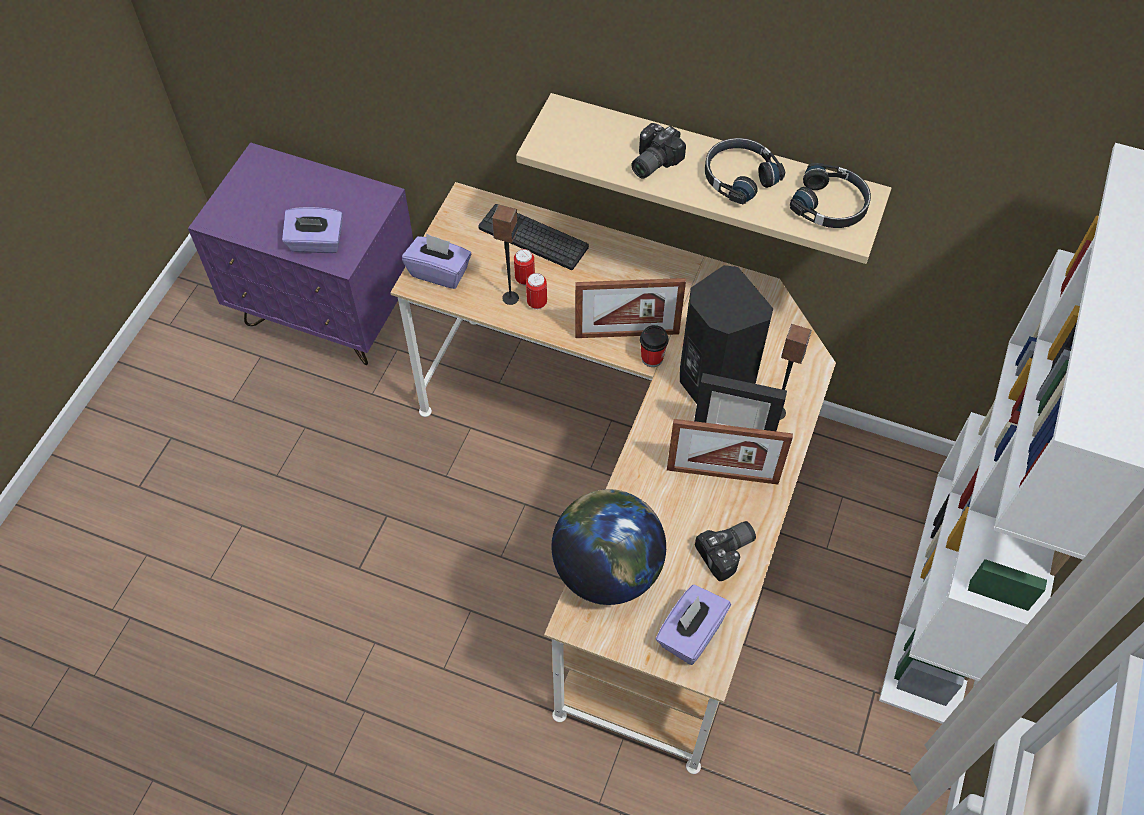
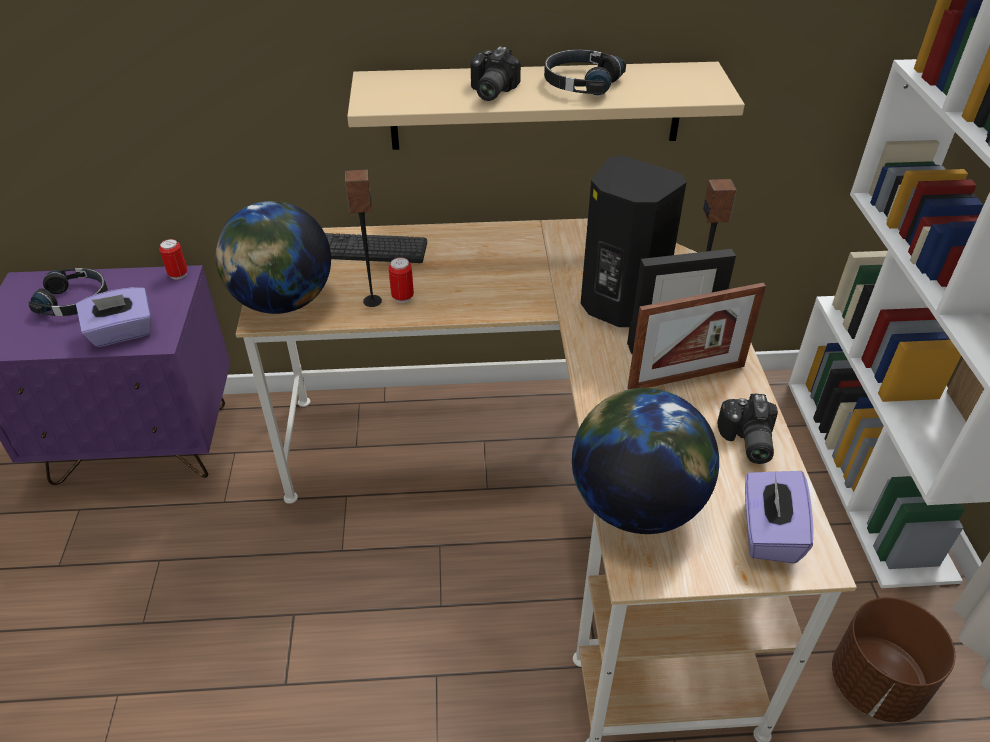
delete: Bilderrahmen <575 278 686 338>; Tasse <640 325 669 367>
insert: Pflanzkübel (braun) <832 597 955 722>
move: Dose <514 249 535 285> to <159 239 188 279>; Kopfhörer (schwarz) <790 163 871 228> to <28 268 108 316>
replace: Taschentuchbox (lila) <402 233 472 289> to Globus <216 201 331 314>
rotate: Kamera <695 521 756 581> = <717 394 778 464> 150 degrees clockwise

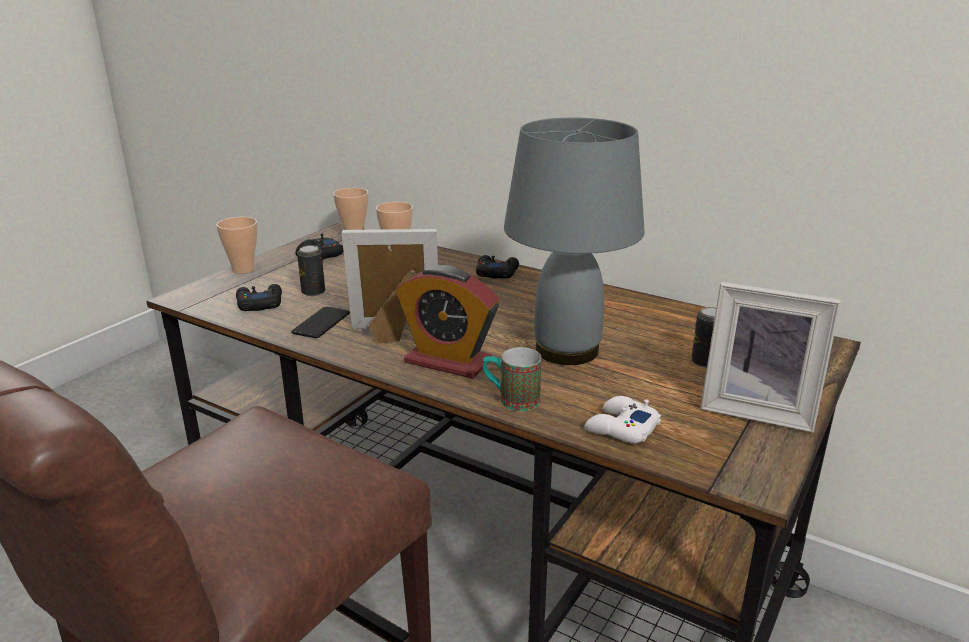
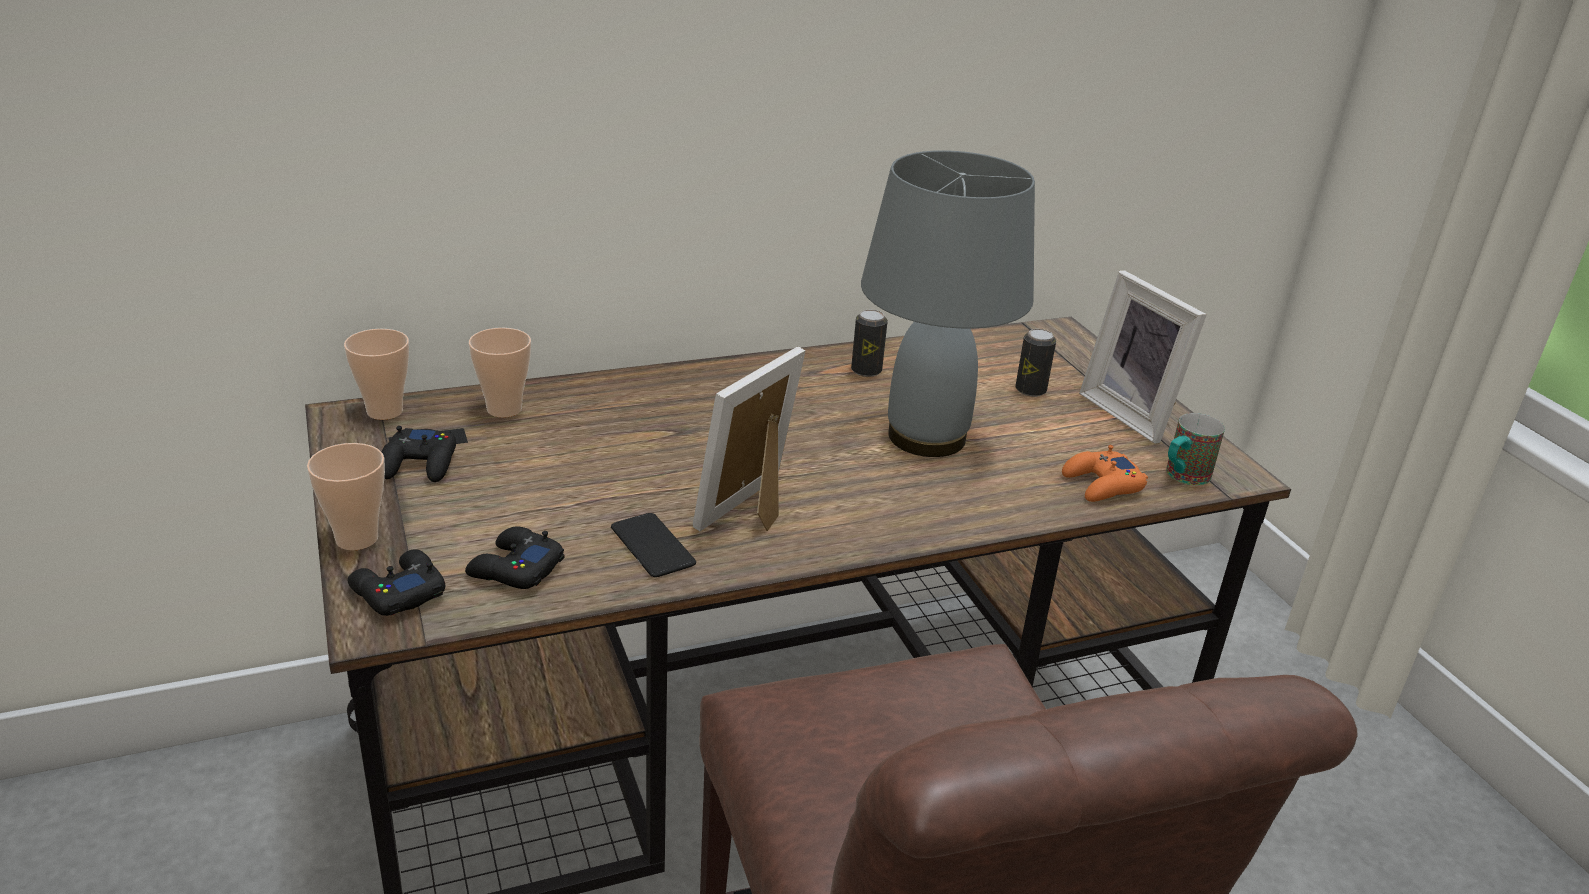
delete: Wecker <396 265 499 379>
move: Dose <297 245 325 296> to <851 310 888 377>; Gamepad (schwarz) <476 255 519 279> to <348 549 445 616>; Henkelbecher <483 347 541 411> to <1166 413 1225 485>
recolor: Gamepad (weiß) <584 396 661 443> to Gamepad (orange) <1062 445 1148 502>
rotate: Bilderrahmen <700 282 841 433> = <1079 270 1207 444> 90 degrees clockwise

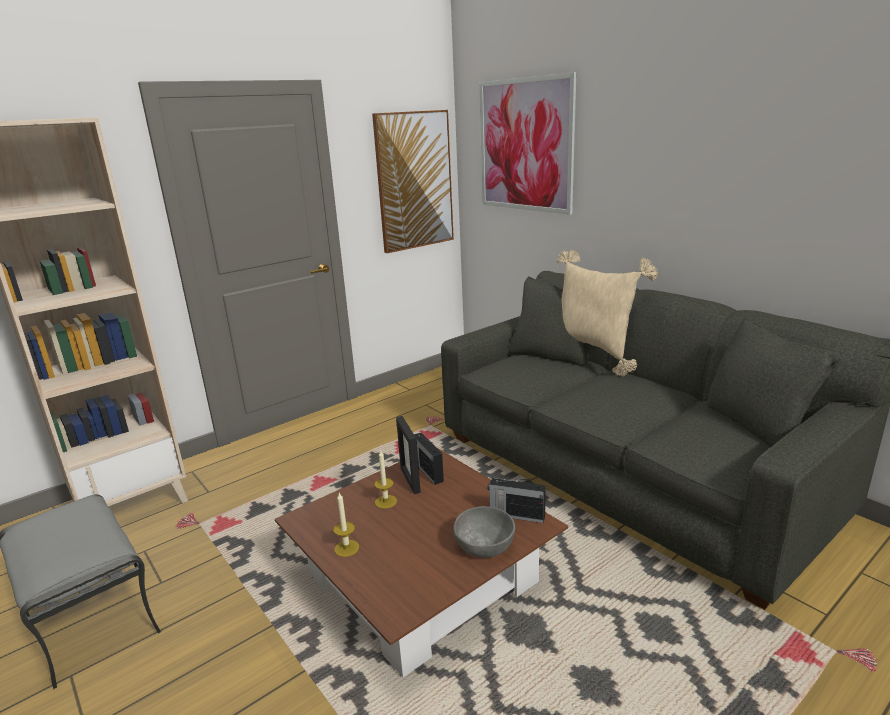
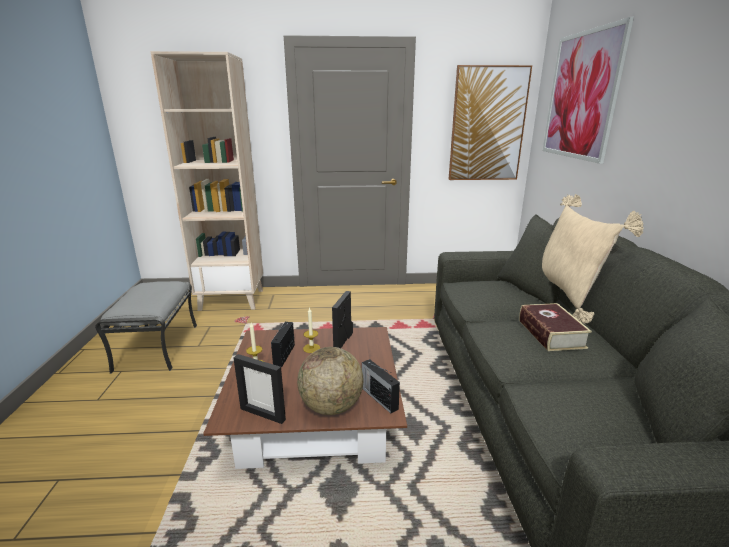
insert: Bilderrahmen <233 354 286 424>; Buch <519 303 592 351>
move: Radio <414 433 444 485> to <271 322 295 368>
replace: Schüssel (grau) <453 506 515 558> to Globus <297 347 363 415>

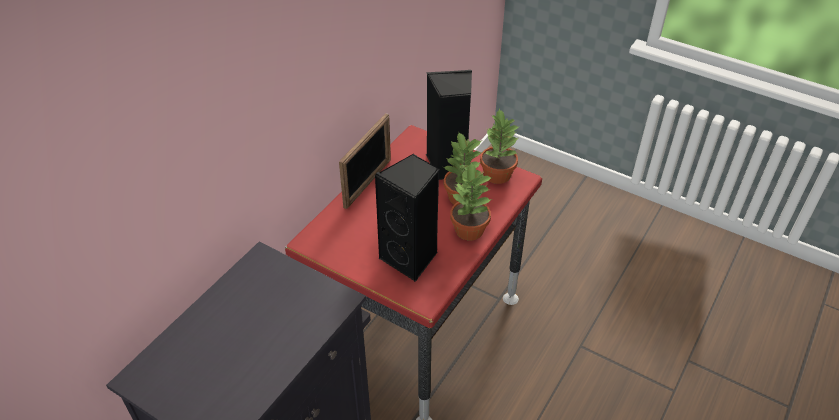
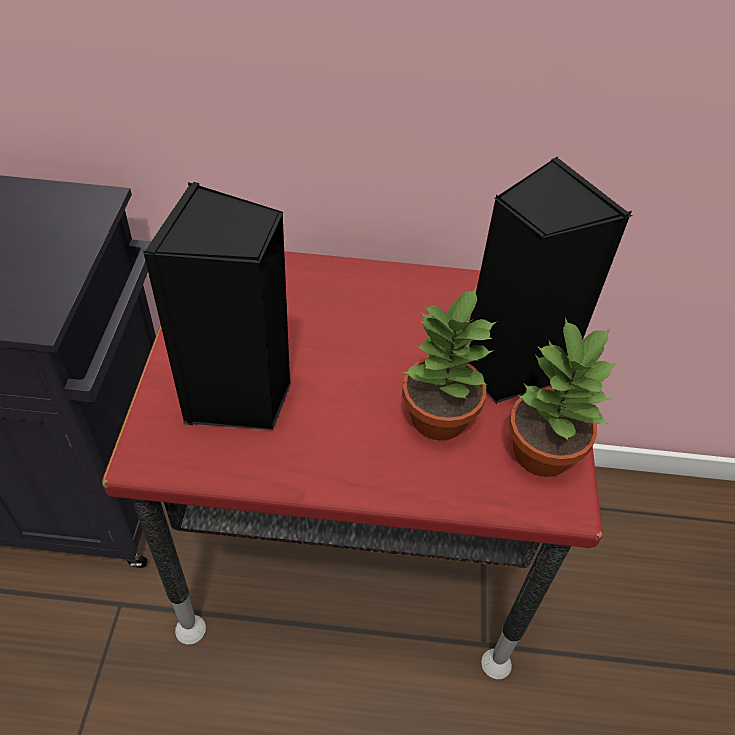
delete: Bilderrahmen <339 113 391 209>; Topfpflanze <450 162 493 241>

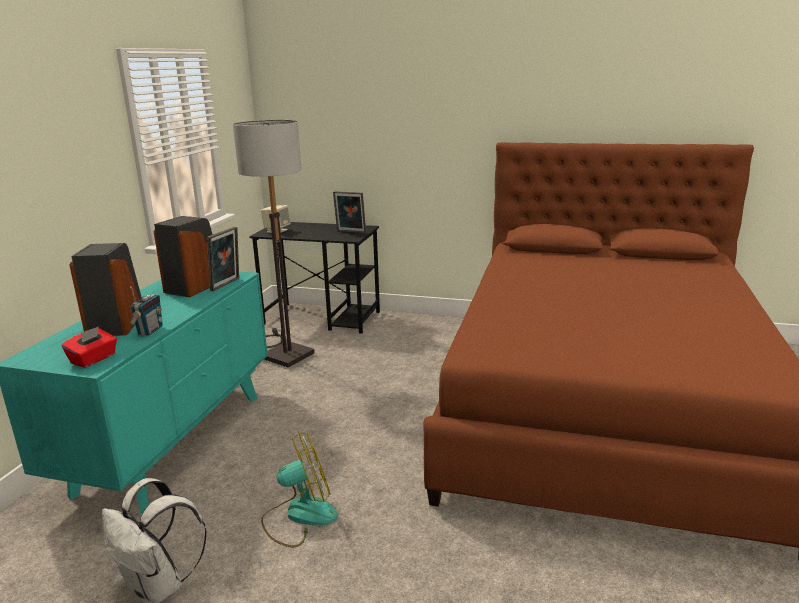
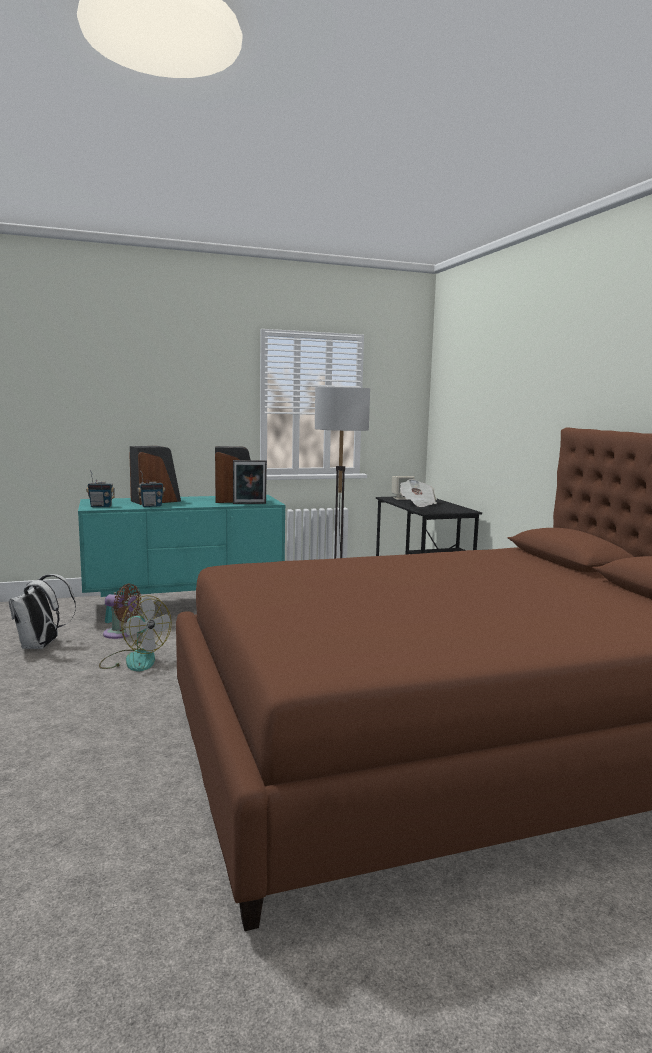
delete: Bilderrahmen <333 191 366 233>
insert: Ventilator (braun) <103 583 141 639>; Zeitung <400 479 437 507>
replace: Taschentuchbox (rot) <62 326 117 368> to Radio <86 470 115 507>

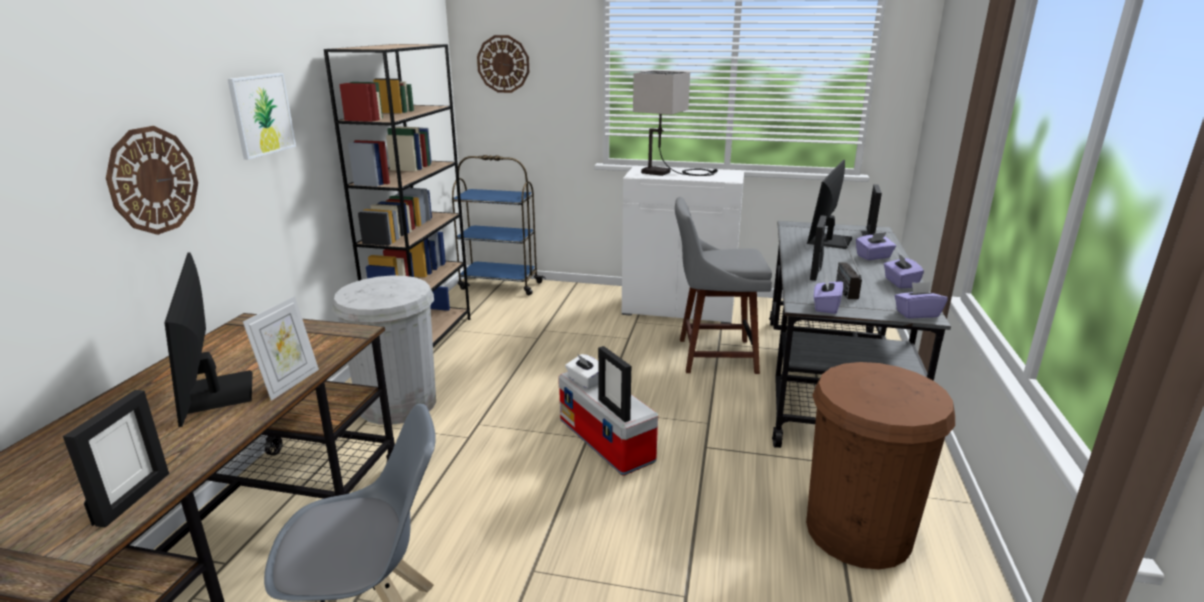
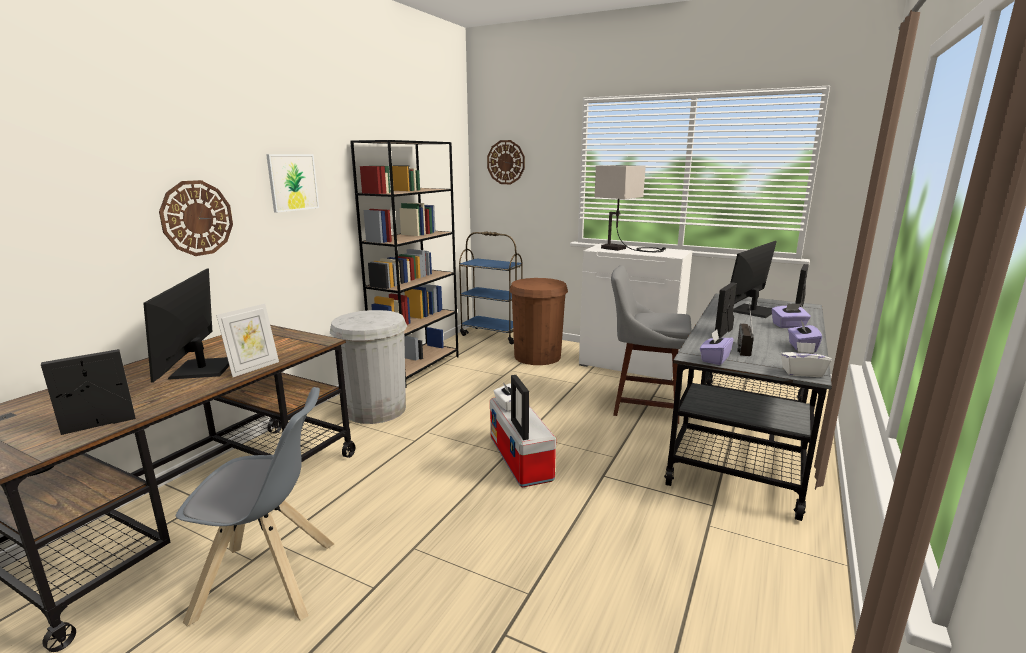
move: Mülleimer (braun) <806 362 955 569> to <509 278 568 365>
recolor: Taschentuchbox (lila) <895 282 948 318> to Taschentuchbox (weiß) <781 342 832 377>
rotate: Bilderrahmen <63 390 169 527> = <41 349 136 435> 150 degrees counterclockwise

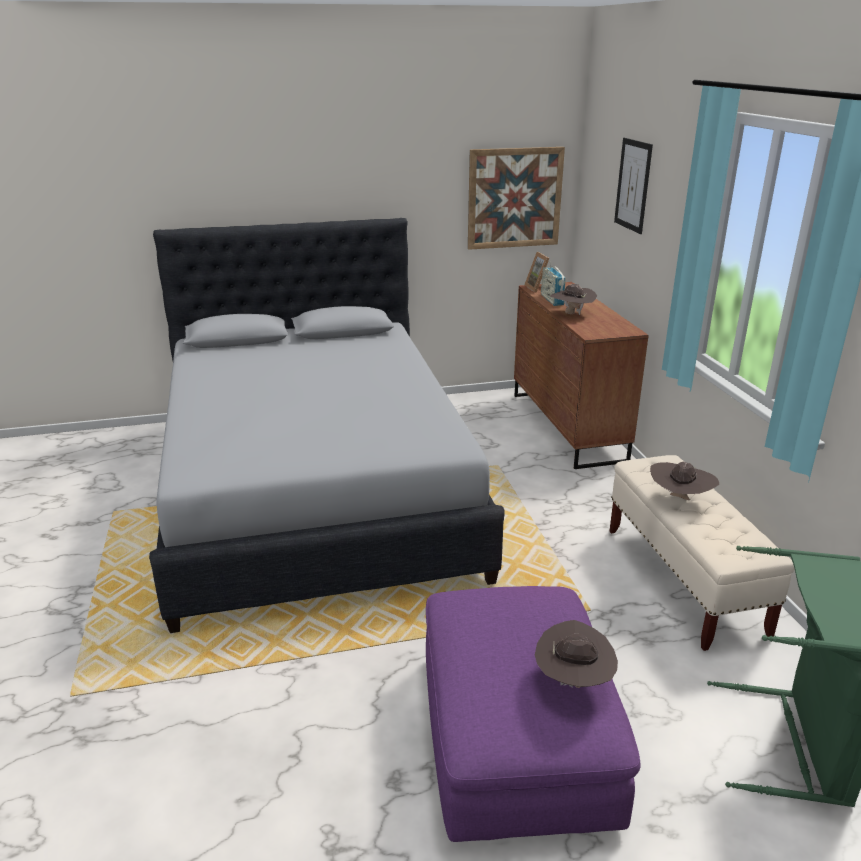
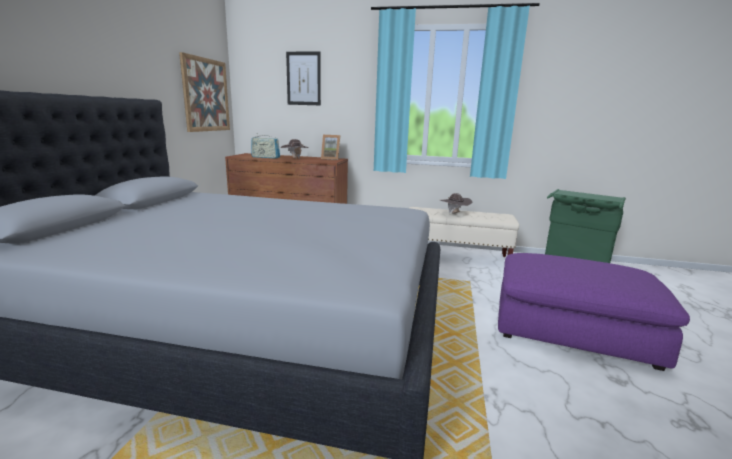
delete: Hut (braun) <535 620 618 688>
move: Bilderrahmen <524 252 549 293> to <321 135 340 160>

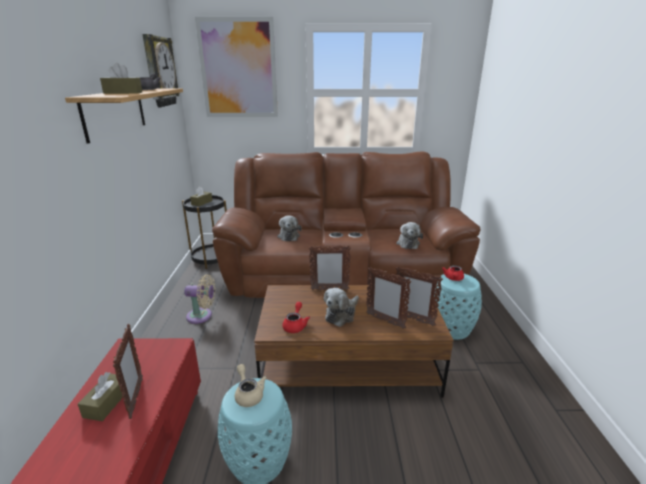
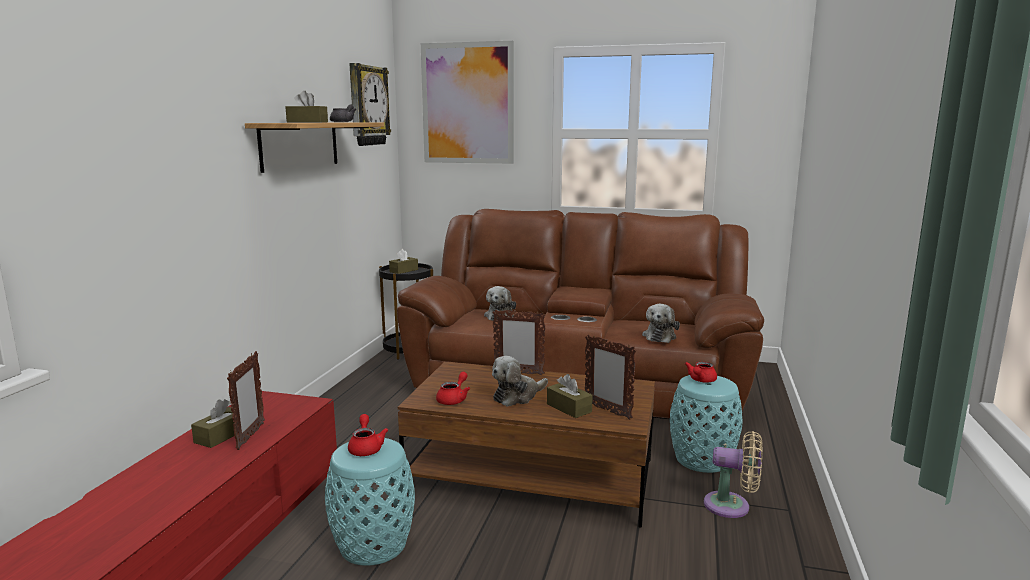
move: Ventilator (beige) <184 274 215 324> to <704 431 763 518>
replace: Bilderrahmen <366 267 411 329> to Taschentuchbox (braun) <547 374 593 418>
recolor: Teekanne (beige) <235 364 267 407> to Teekanne (rot) <348 414 388 456>

